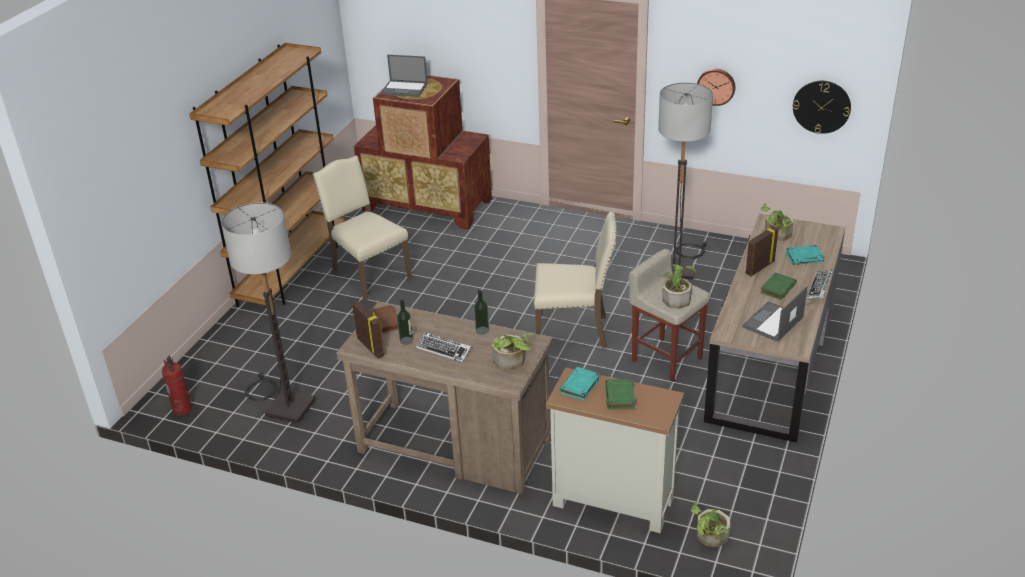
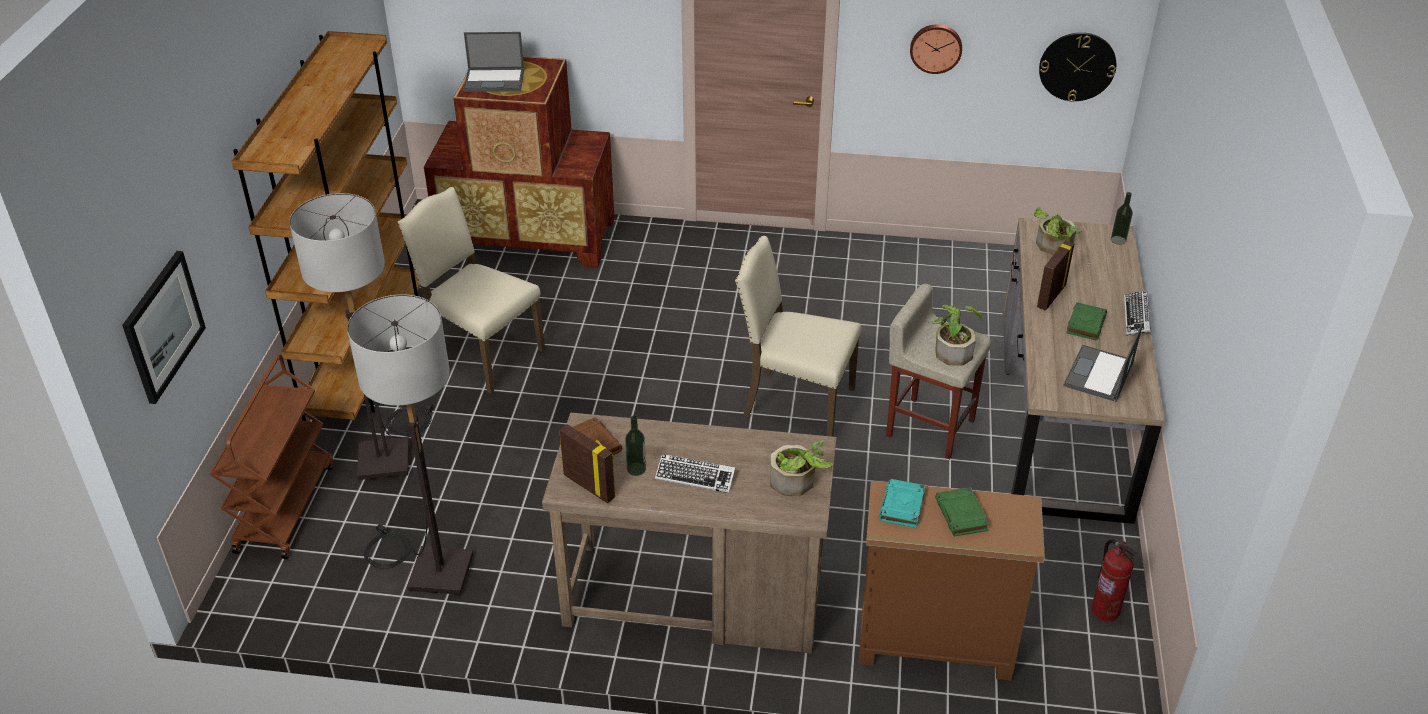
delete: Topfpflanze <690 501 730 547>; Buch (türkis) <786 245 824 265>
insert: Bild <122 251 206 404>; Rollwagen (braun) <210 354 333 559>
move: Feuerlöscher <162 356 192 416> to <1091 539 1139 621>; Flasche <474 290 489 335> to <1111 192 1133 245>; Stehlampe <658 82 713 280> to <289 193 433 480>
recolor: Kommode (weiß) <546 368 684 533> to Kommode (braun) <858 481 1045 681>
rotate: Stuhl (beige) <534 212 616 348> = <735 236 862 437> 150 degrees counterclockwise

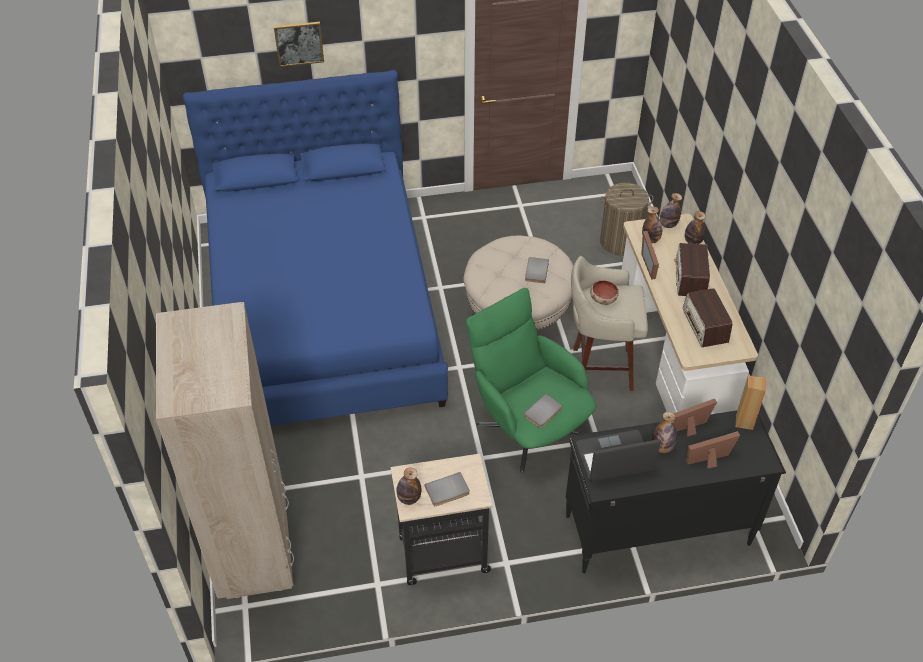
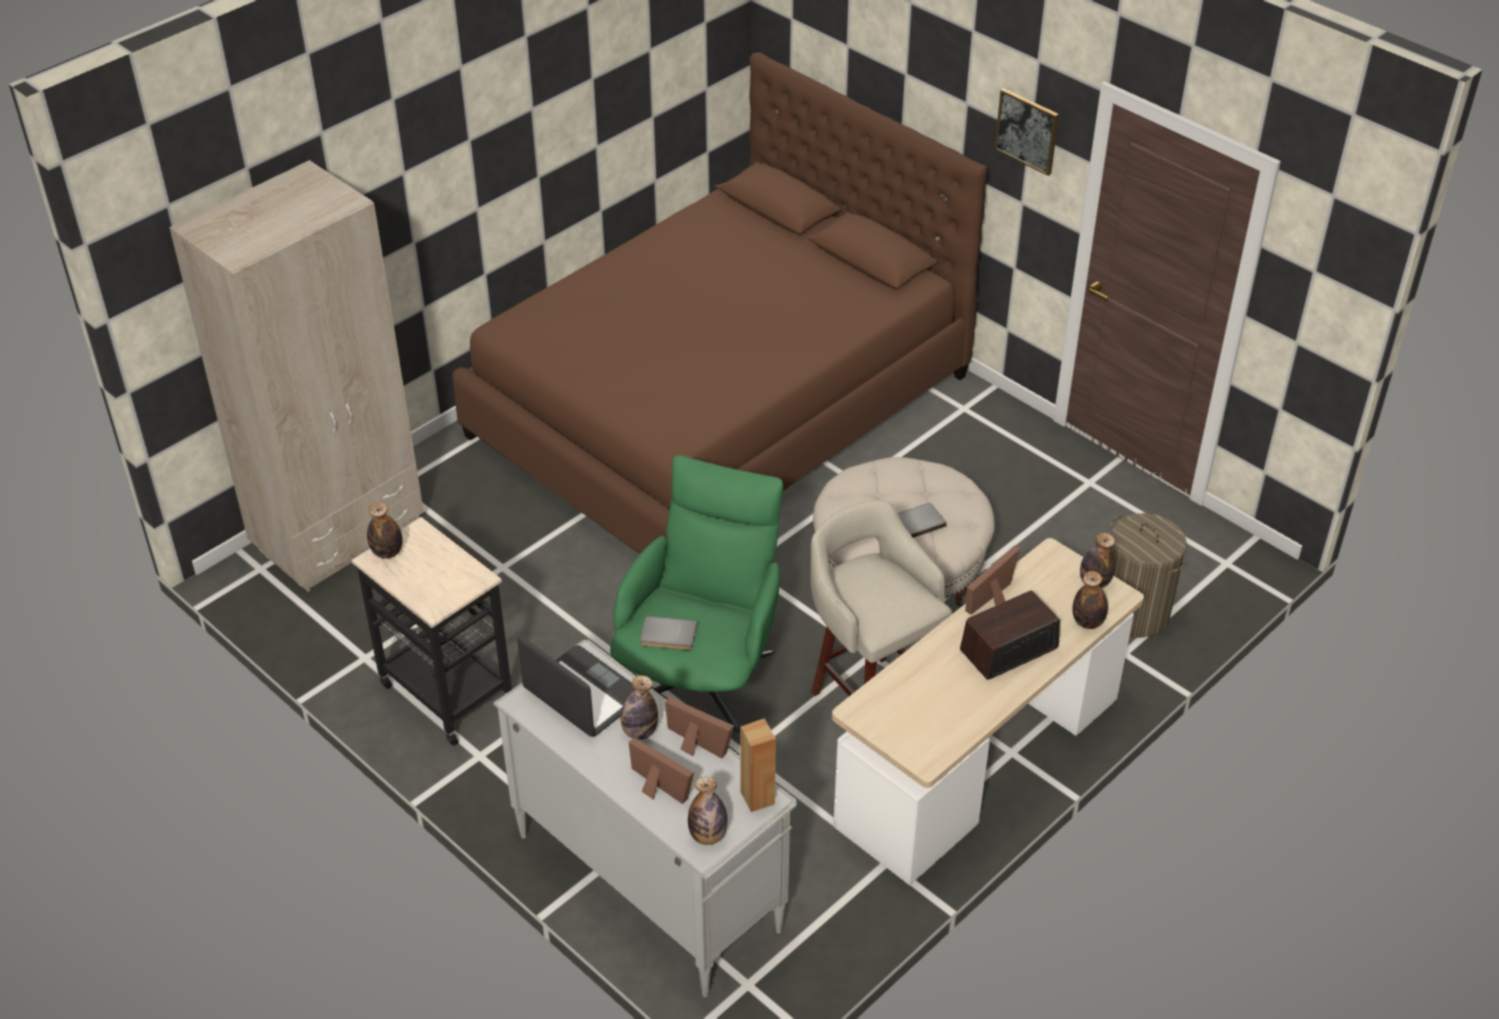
delete: Buch (grau) <425 472 470 506>; Schüssel <590 280 619 305>; Radio <683 288 733 347>
move: Bild <274 22 324 67> to <995 88 1059 176>; Flasche <642 207 663 243> to <688 776 728 845>
recolor: Bett (blau) <183 70 448 426> to Bett (braun) <452 52 988 554>; Kommode (schwarz) <566 410 786 573> to Kommode (weiß) <493 640 797 998>

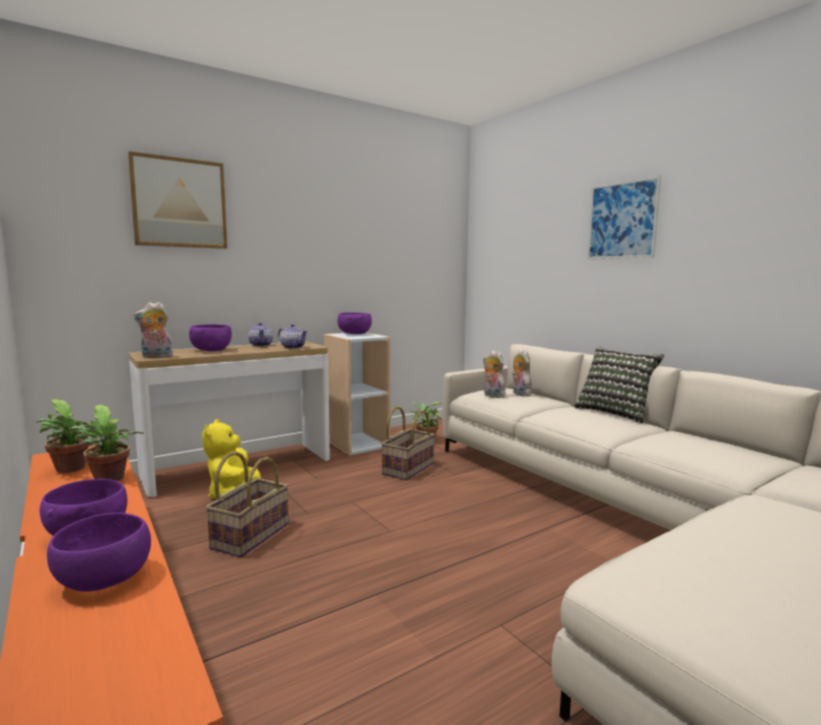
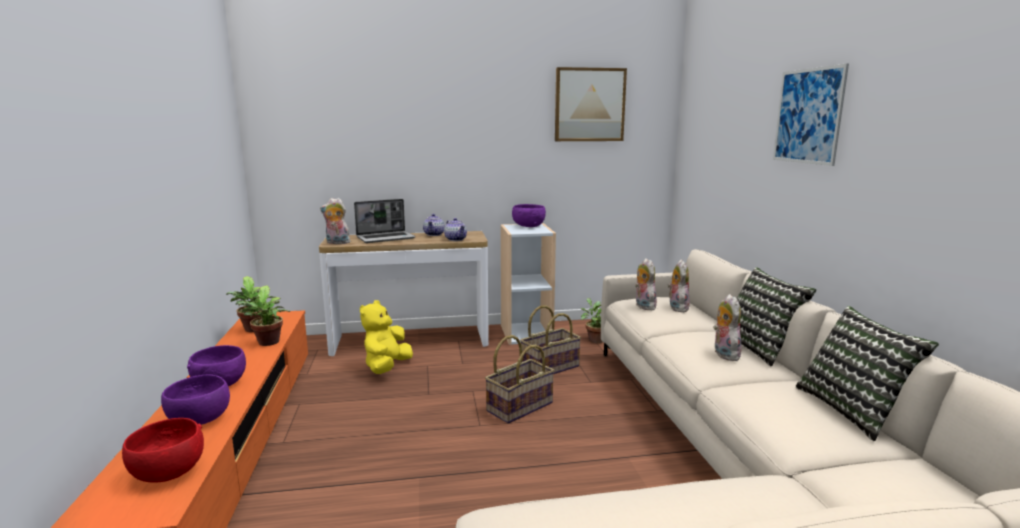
insert: Schüssel (rot) <122 418 204 483>; Plüschtier <713 294 742 361>; Kissen <796 306 939 441>
move: Bild <128 151 227 249> to <555 67 627 141>; Korb <205 451 289 557> to <485 335 555 424>
replace: Schüssel (lila) <189 324 232 351> to Laptop <354 199 416 243>

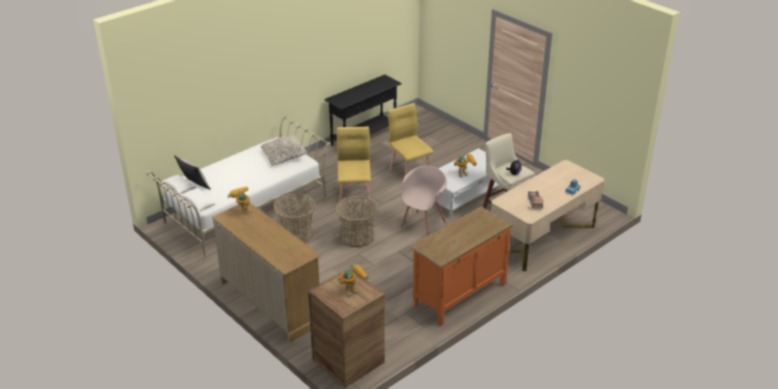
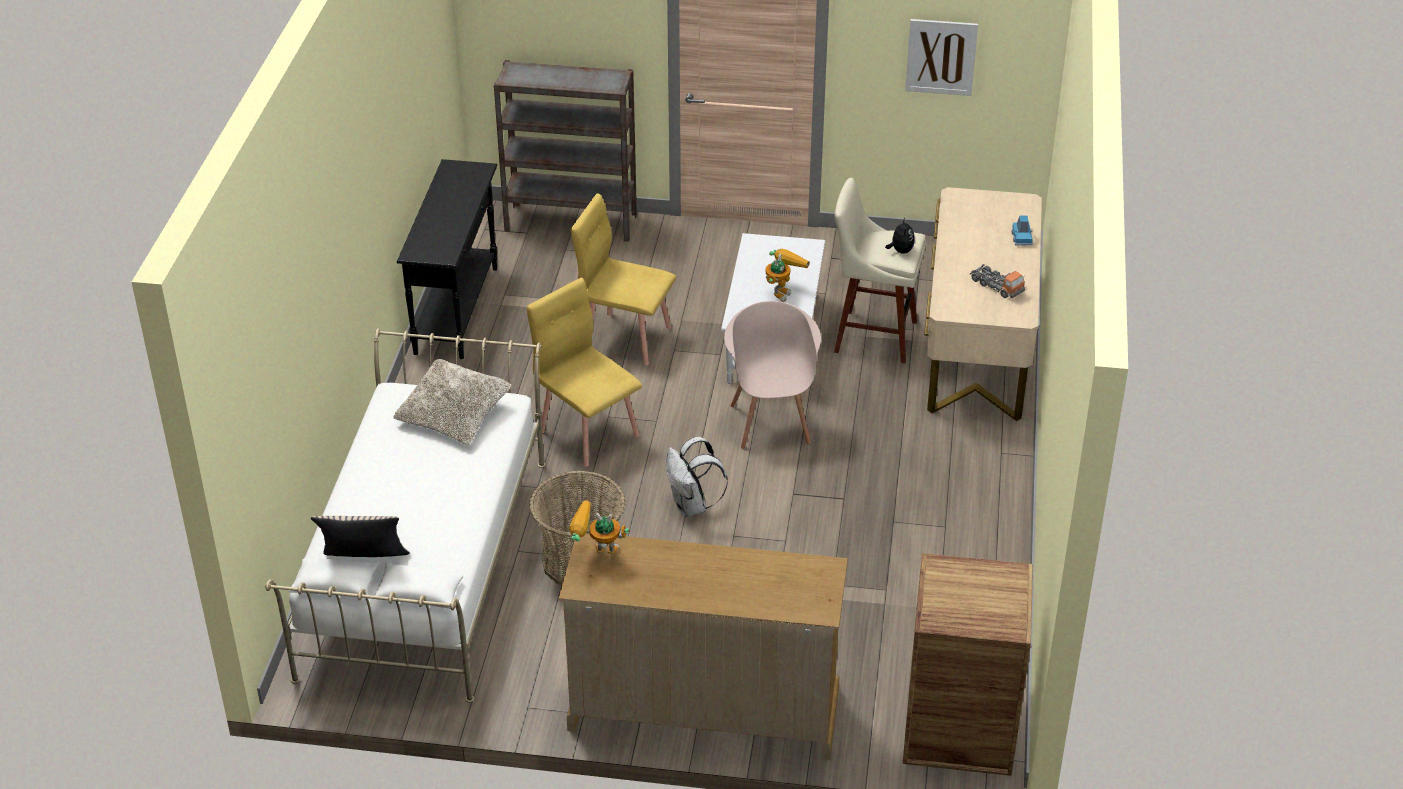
delete: Spielzeugroboter <338 264 368 297>; Kommode (orange) <410 207 513 326>
insert: Bücherregal (grau) <494 60 637 242>; Bild <905 19 978 96>
replace: Korb <335 196 378 247> to Rucksack (weiß) <666 437 728 517>

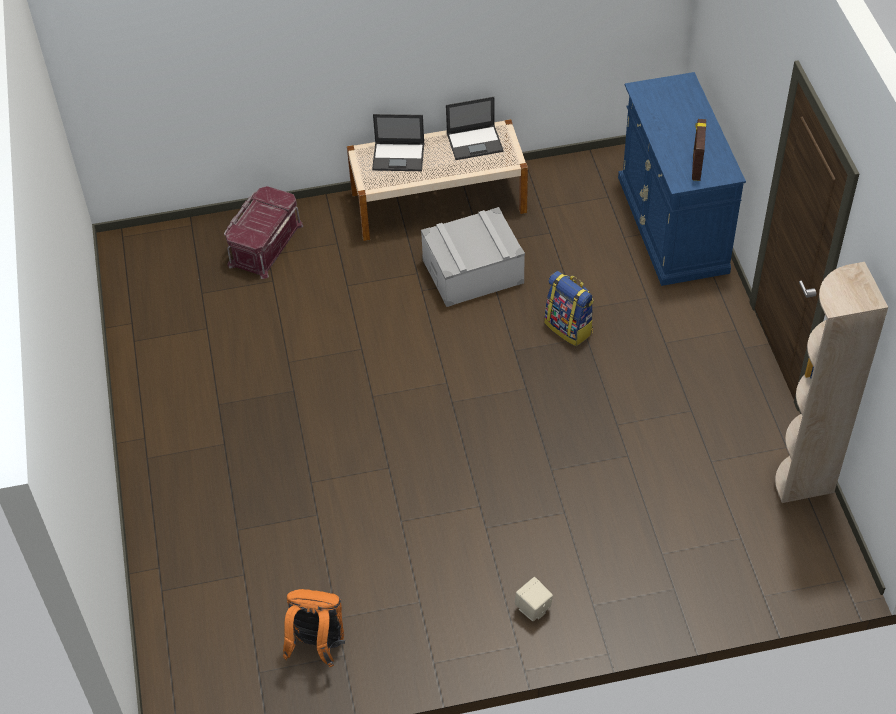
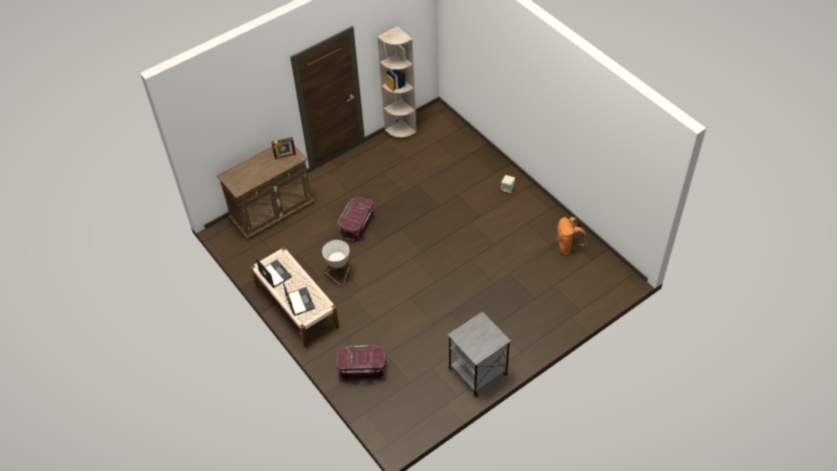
insert: Rollwagen (grau) <448 312 511 397>
replace: Aufbewahrungsbox (grau) <421 207 525 307> to Pflanzkübel <322 240 350 286>; Rucksack <545 271 594 346> to Aufbewahrungsbox (rot) <338 196 376 245>
recolor: Kommode (blau) <618 72 746 286> to Kommode (braun) <217 145 315 241>

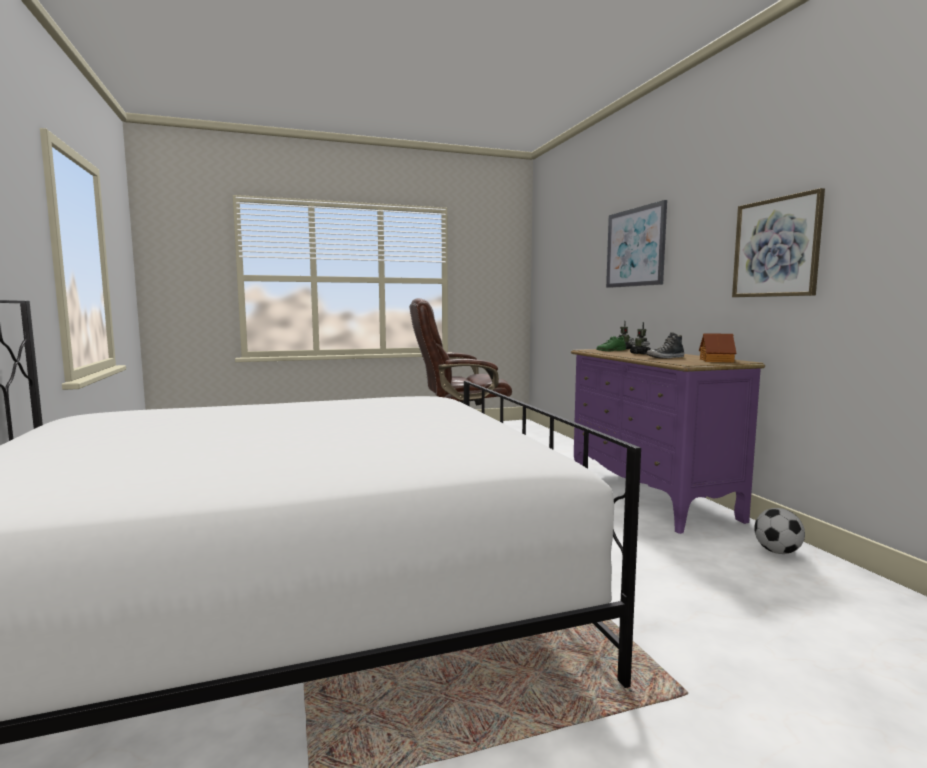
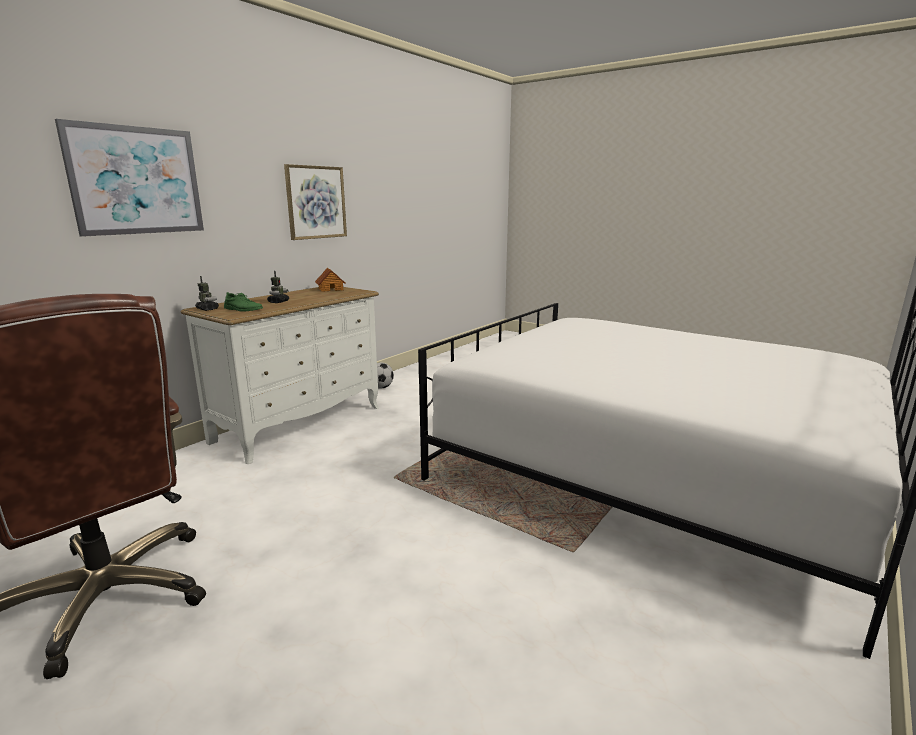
delete: Schuh <646 332 684 359>
recolor: Kommode (lila) <571 349 765 534> to Kommode (weiß) <181 287 379 464>

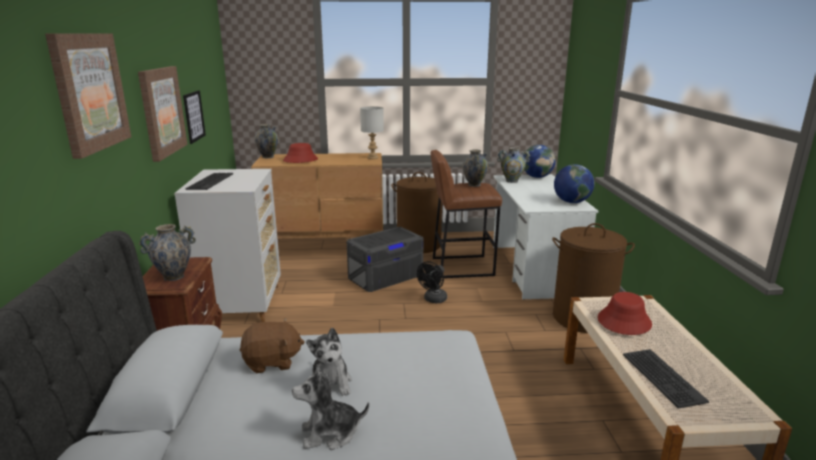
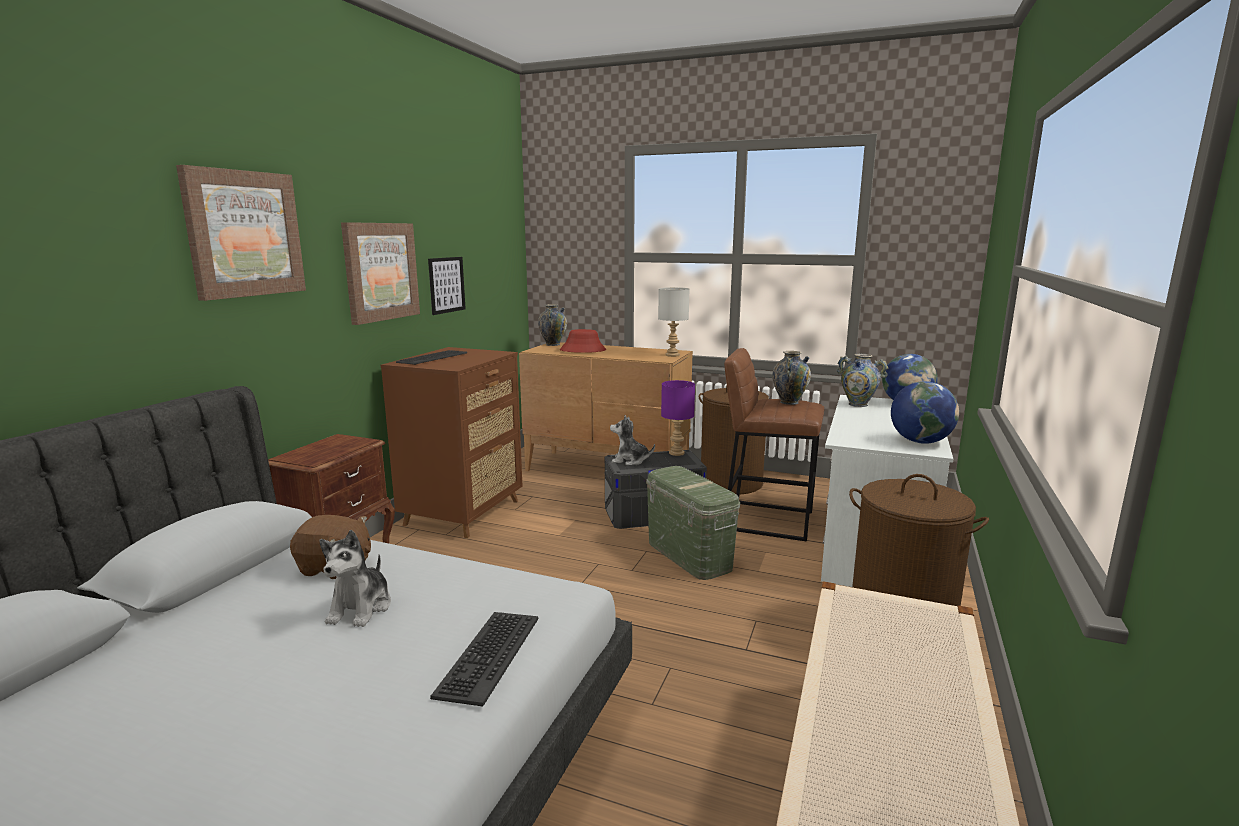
delete: Vase <139 224 196 281>; Hut (rot) <598 292 652 335>
insert: Tischlampe (lila) <661 380 695 456>
move: Plüschtier <292 364 369 450> to <610 415 655 466>; Tastatur <623 349 709 409> to <430 612 538 706>
replace: Ventilator (schwarz) <417 261 447 303> to Aufbewahrungsbox (grün) <646 466 740 580>
recolor: Kommode (weiß) <174 169 281 322> to Kommode (braun) <381 347 523 538>

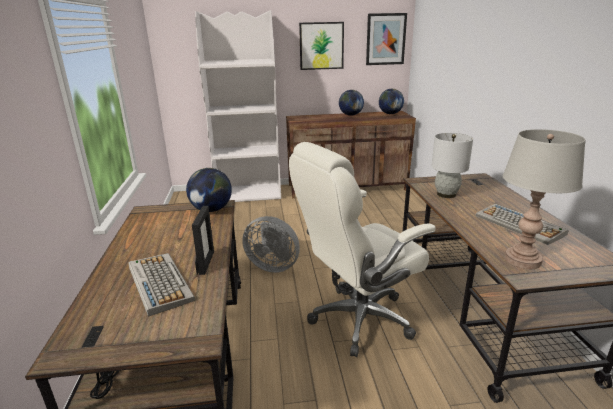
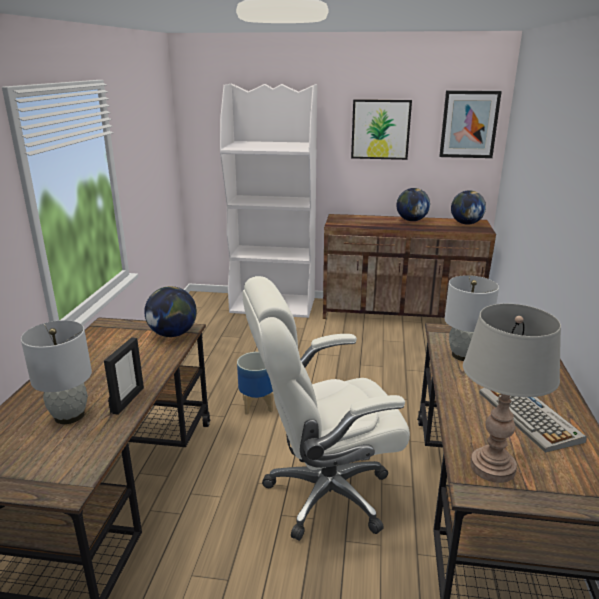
replace: Tastatur <129 253 195 317> to Tischlampe (weiß) <21 320 92 424>; Ventilator (grau) <242 216 300 273> to Pflanzkübel <237 352 273 415>

